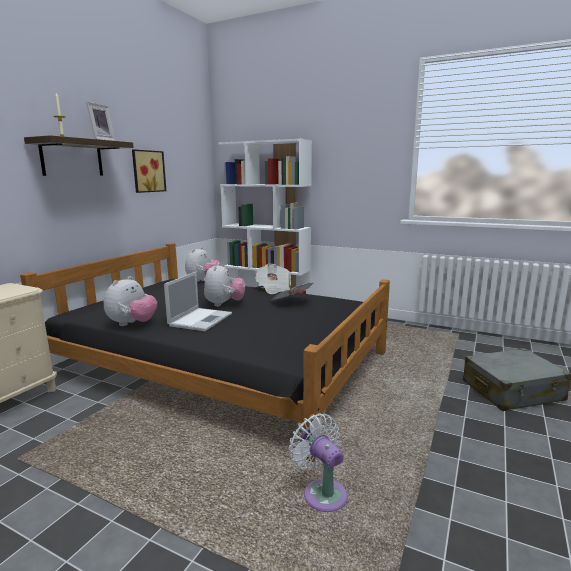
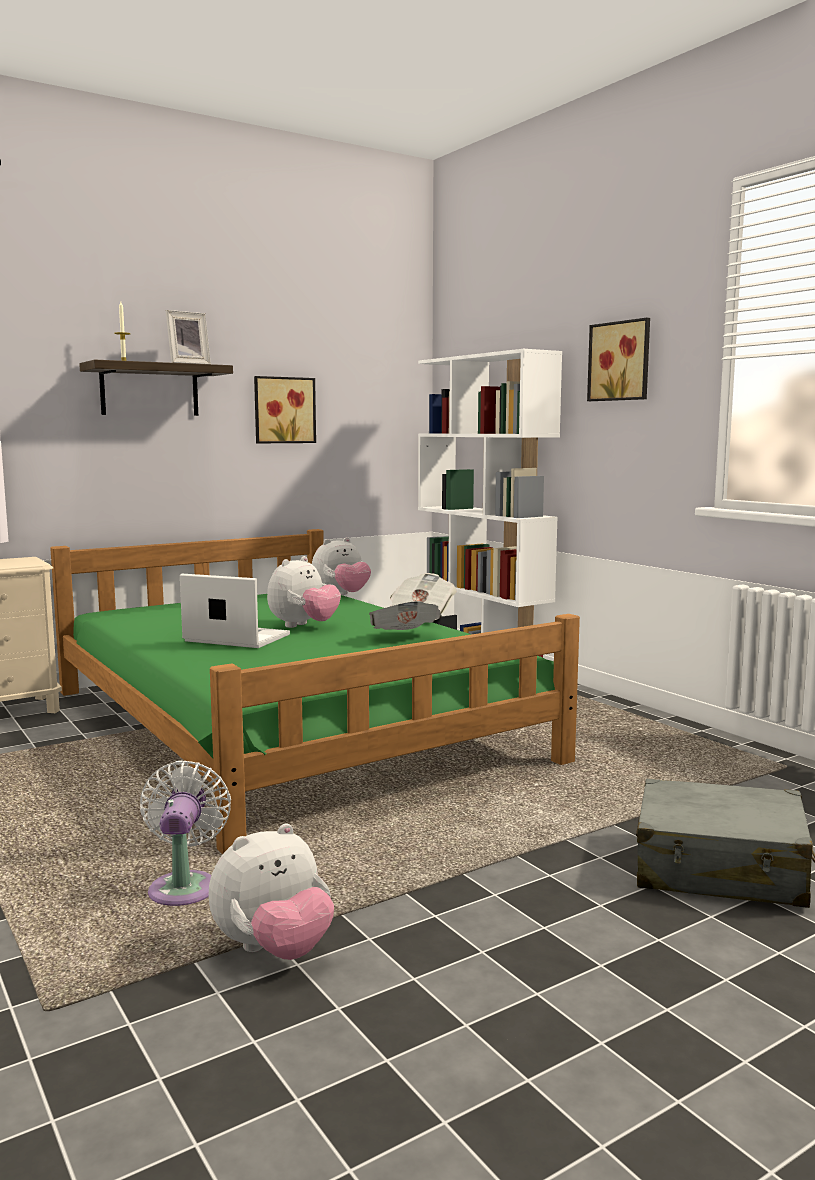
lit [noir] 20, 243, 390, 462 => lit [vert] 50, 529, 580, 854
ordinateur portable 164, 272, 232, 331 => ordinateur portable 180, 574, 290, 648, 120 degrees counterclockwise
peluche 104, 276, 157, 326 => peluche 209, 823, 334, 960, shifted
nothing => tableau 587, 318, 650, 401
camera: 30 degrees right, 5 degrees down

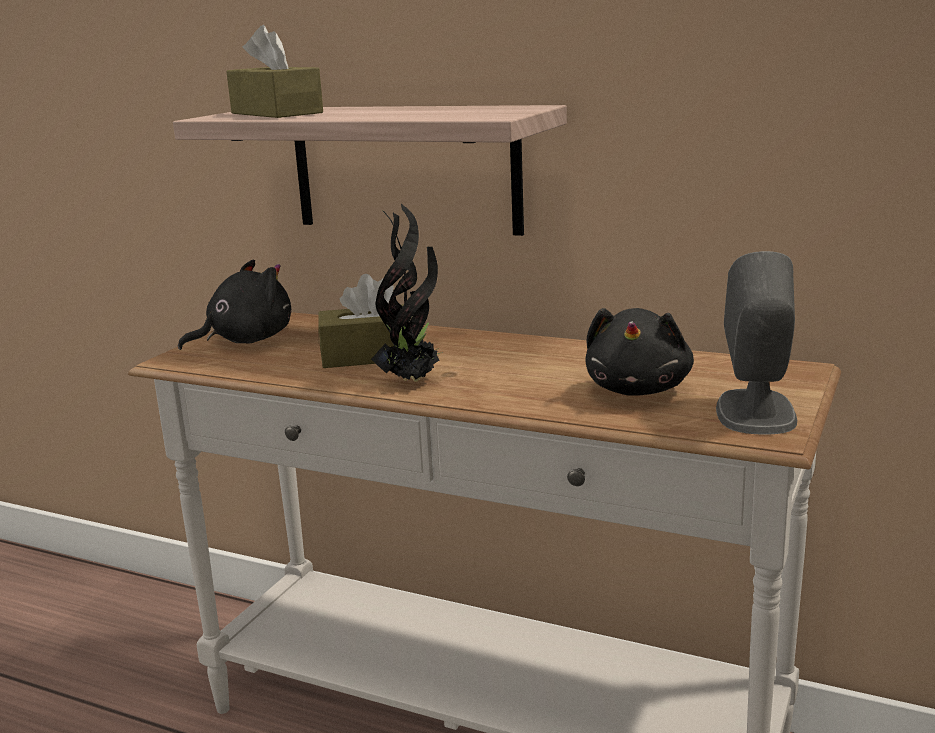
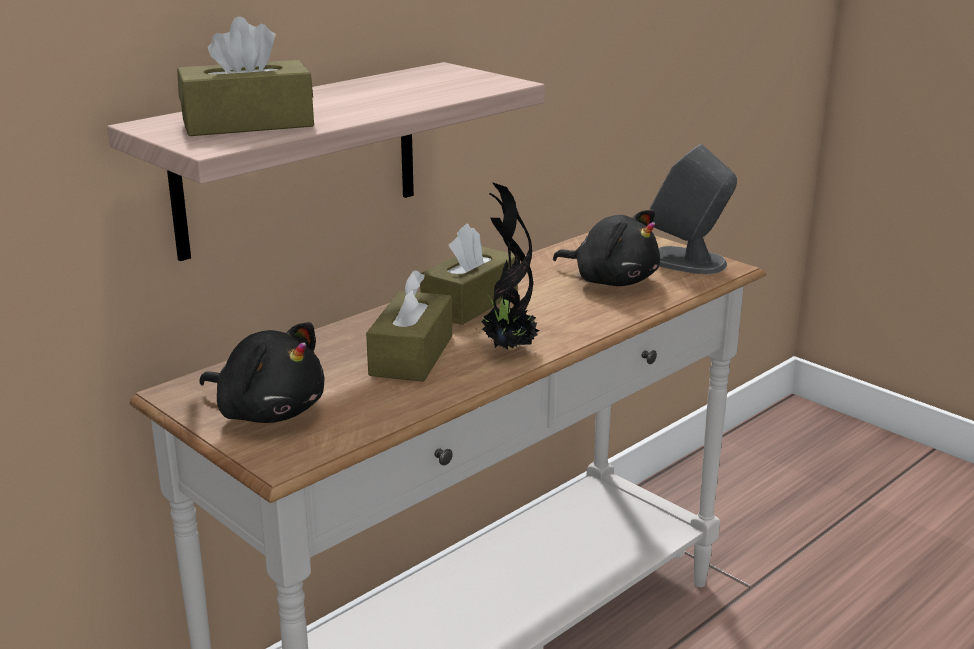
peluche [noir] 178, 259, 291, 350 => peluche [noir] 199, 322, 325, 423, 135 degrees clockwise
nothing => boîte à mouchoirs [marron] 420, 223, 517, 325
camera: 70 degrees left, 5 degrees up

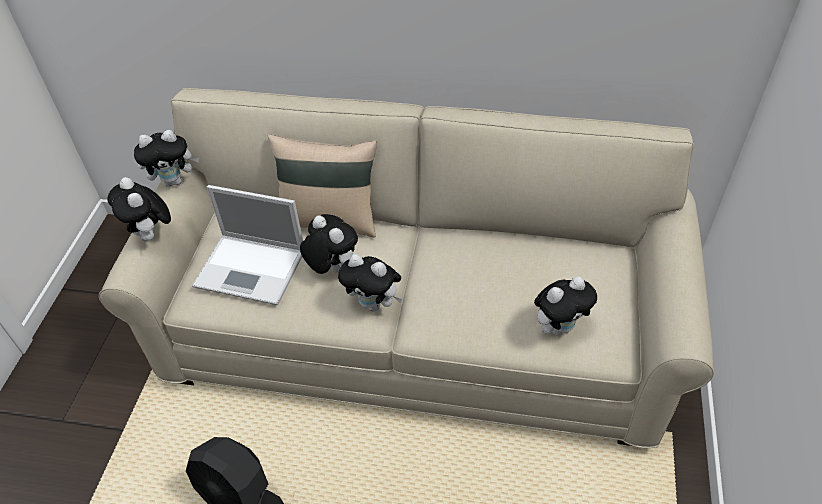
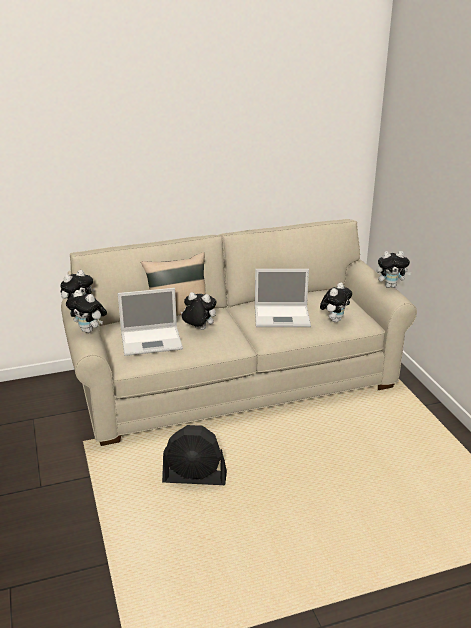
peluche 338, 254, 402, 311 => peluche 376, 251, 411, 288, shifted
nothing => ordinateur portable 255, 269, 311, 327
camera: 30 degrees left, 20 degrees down

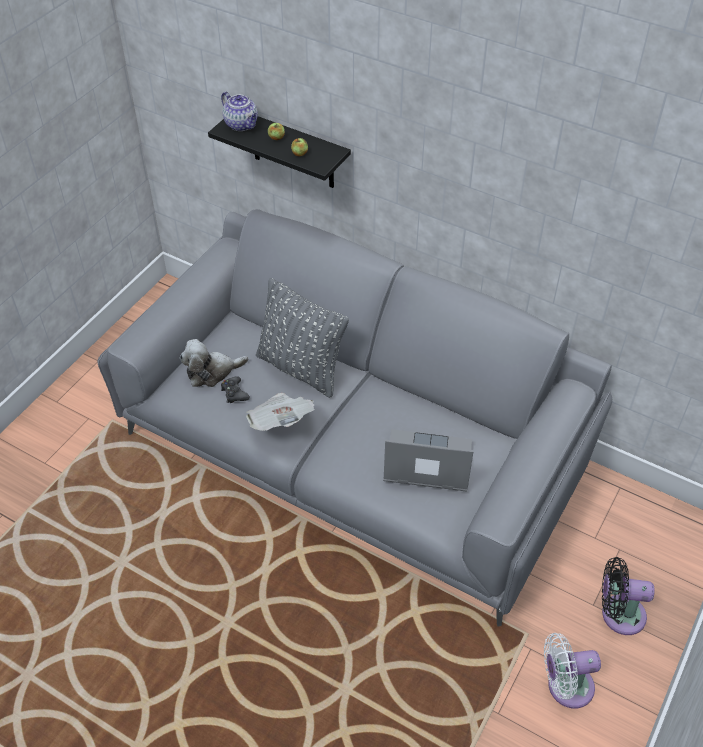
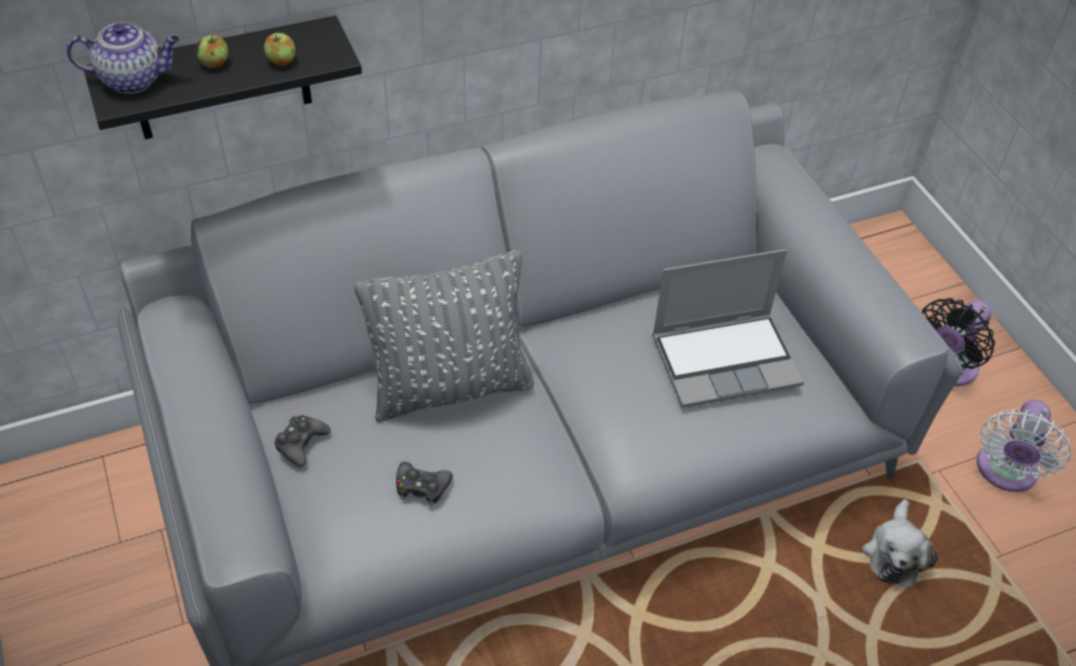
peluche 180, 339, 248, 387 => peluche 862, 499, 938, 588, shifted
journal 246, 393, 314, 431 => nothing
ordinateur portable 383, 429, 474, 492 => ordinateur portable 652, 249, 804, 408, 150 degrees counterclockwise
nothing => manette [noir] 275, 415, 331, 467
camera: 55 degrees left, 0 degrees up

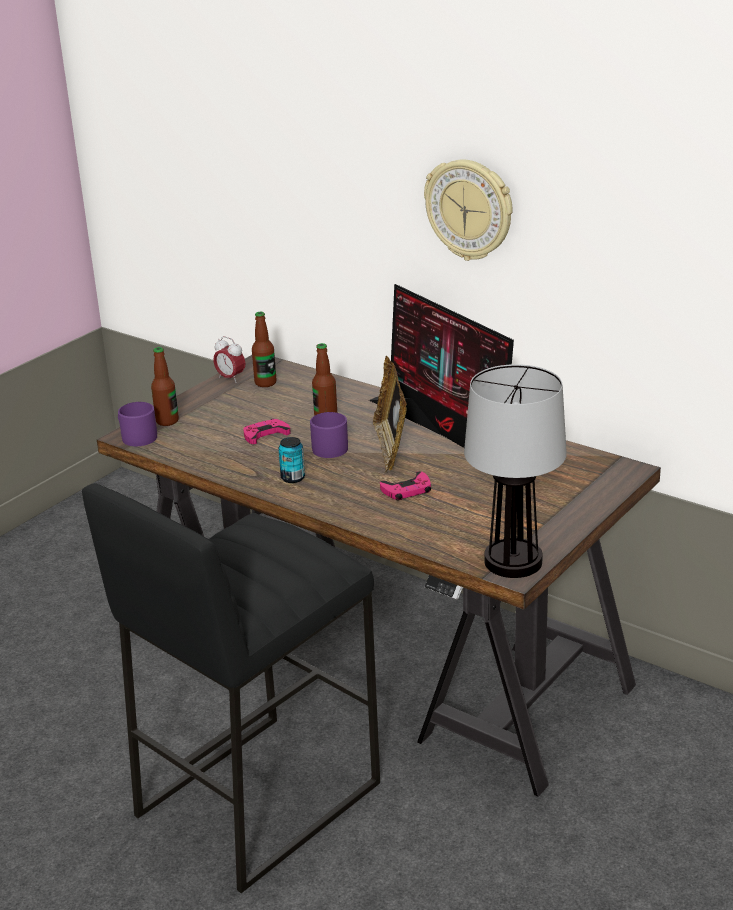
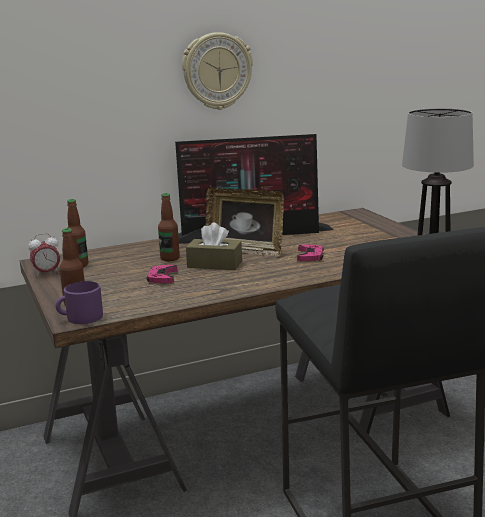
mug [violet] 310, 412, 348, 458 => boîte à mouchoirs [marron] 186, 223, 242, 270
boîte métallique 278, 437, 305, 483 => nothing
camera: 60 degrees left, 10 degrees down

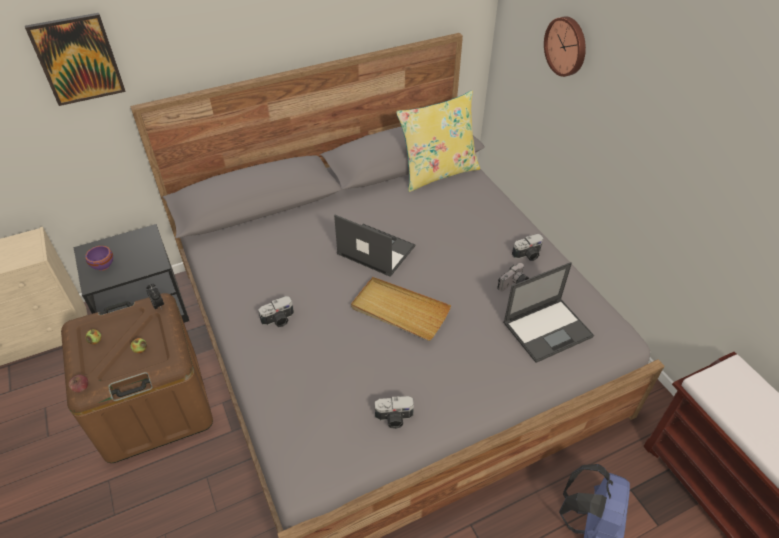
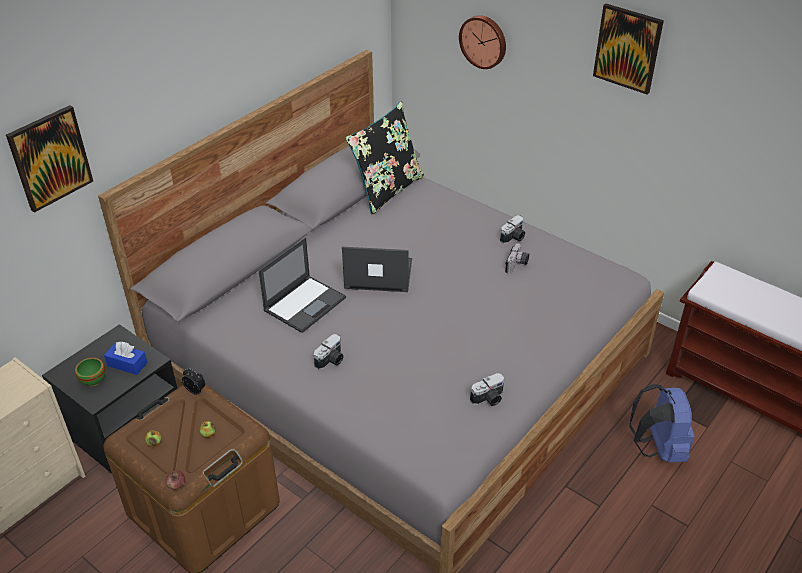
coussin [jaune] 396, 91, 480, 192 => coussin [noir] 345, 102, 424, 215
bol [violet] 85, 246, 113, 271 => bol [vert] 75, 358, 106, 386
ordinateur portable 503, 262, 594, 363 => ordinateur portable 259, 237, 346, 333, shifted
plateau [beige] 351, 277, 451, 341 => nothing
nothing => tableau 593, 4, 664, 94
nothing => boîte à mouchoirs [bleu] 104, 342, 148, 375
camera: 25 degrees left, 5 degrees down

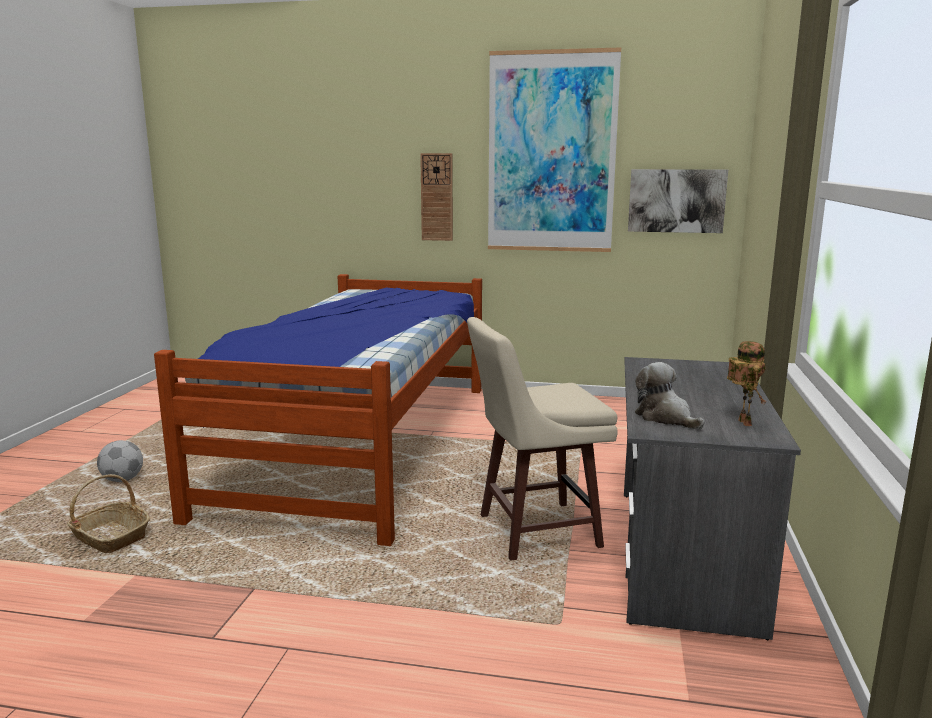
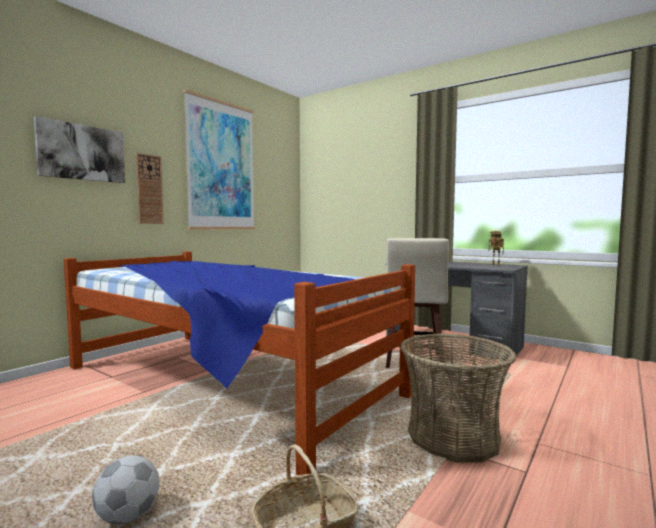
tableau 628, 169, 728, 233 => tableau 34, 116, 125, 183, shifted
peluche 635, 362, 705, 429 => nothing
nothing => panier 400, 333, 517, 463
camera: 65 degrees left, 10 degrees down

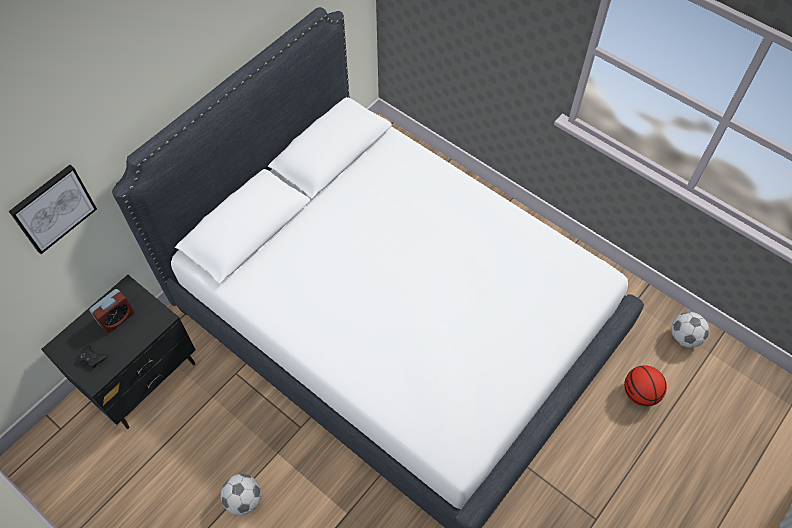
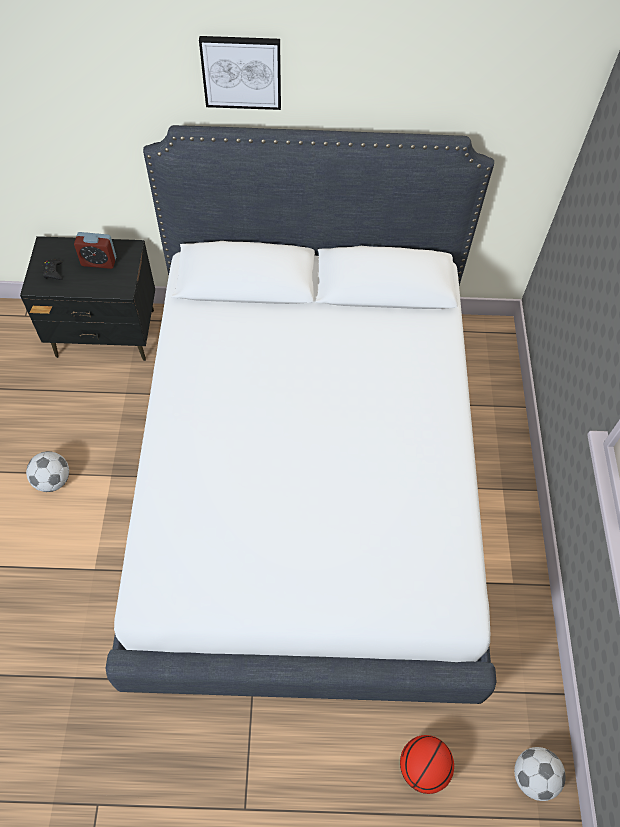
tableau 9, 165, 97, 254 => tableau 199, 36, 281, 110, shifted
camera: 50 degrees right, 0 degrees up

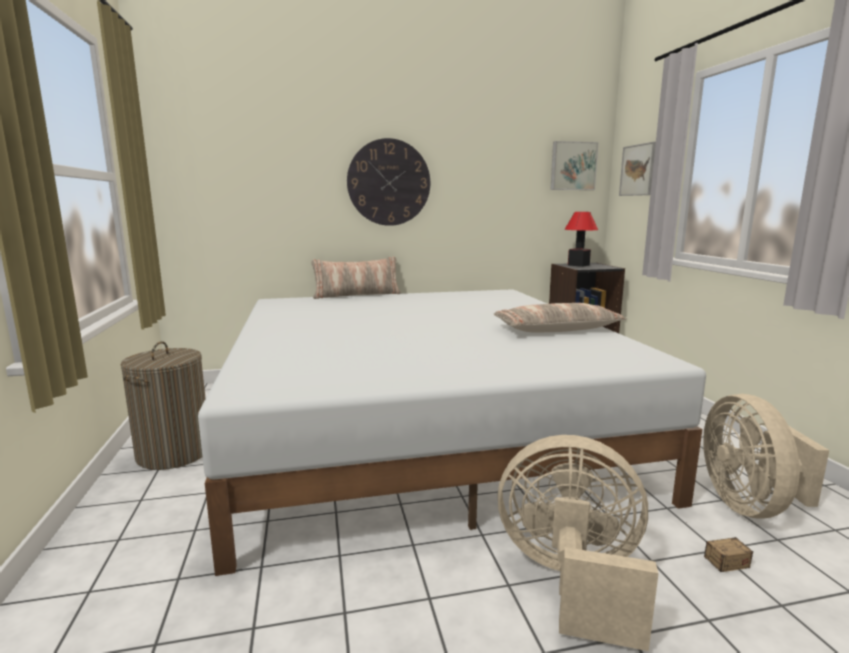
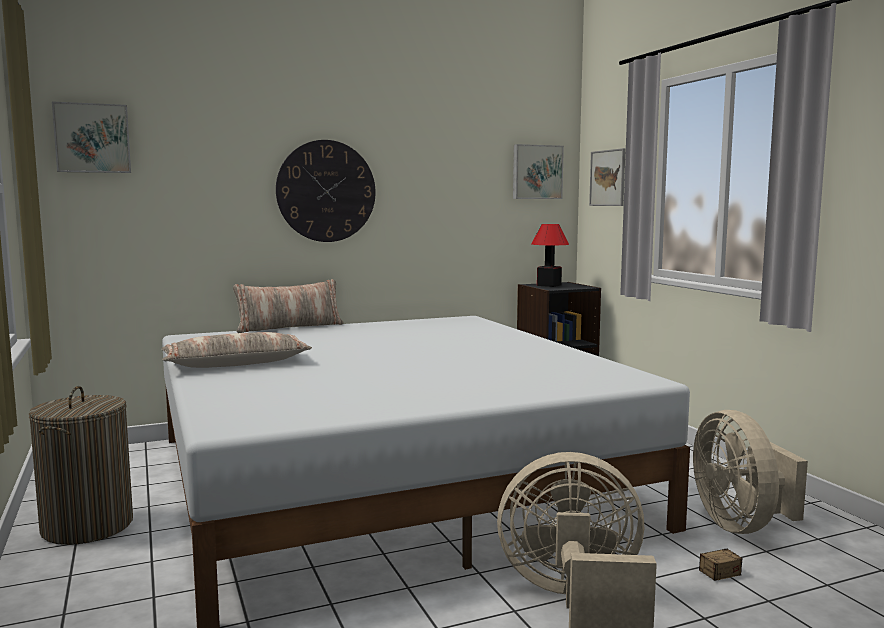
coussin 493, 303, 627, 333 => coussin 162, 332, 312, 368, shifted
nothing => tableau 52, 101, 131, 173
camera: 10 degrees left, 5 degrees down

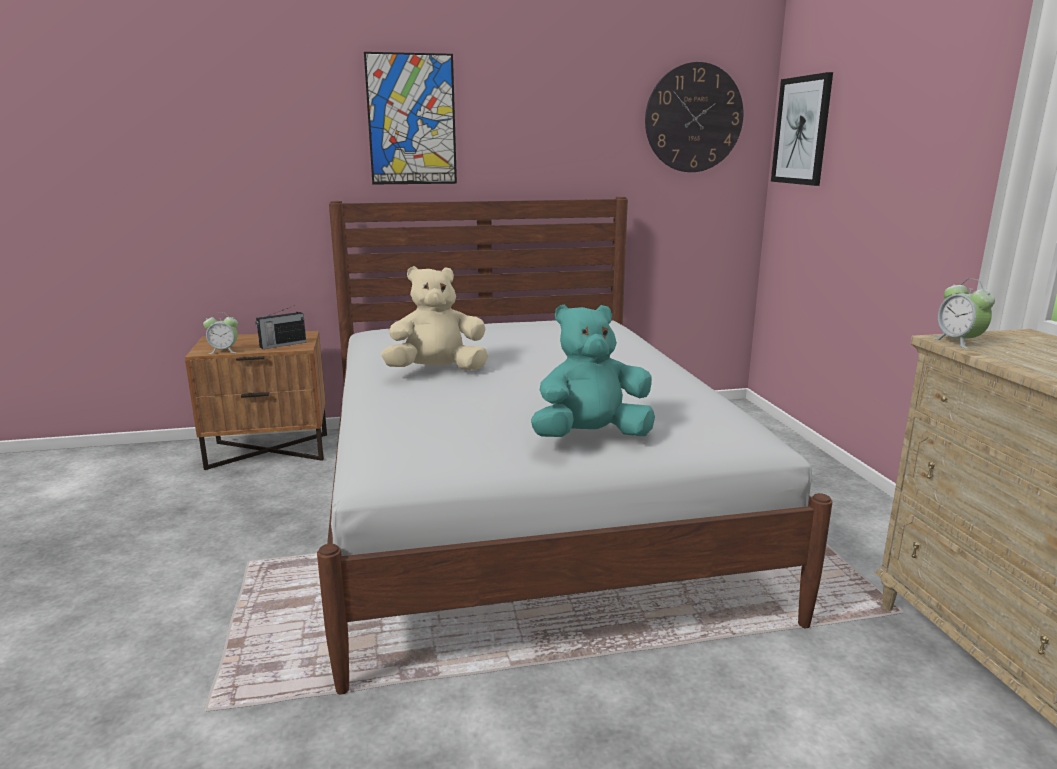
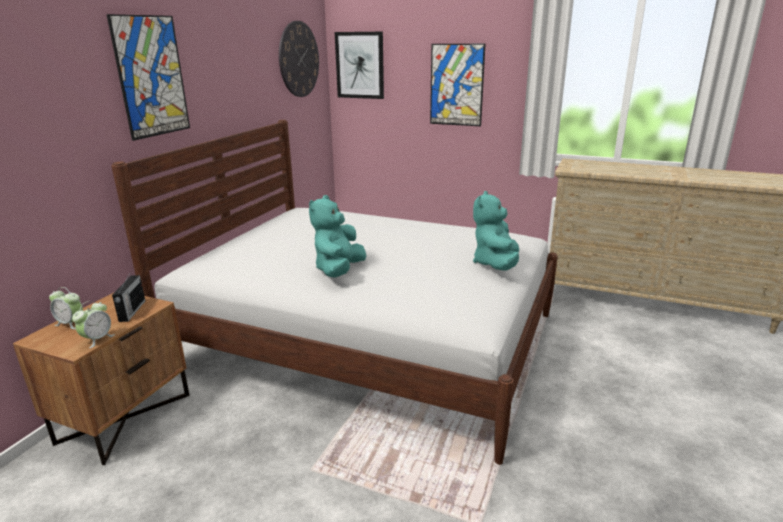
peluche [beige] 381, 266, 488, 370 => peluche [turquoise] 309, 195, 366, 277
réveil 933, 279, 995, 349 => réveil 49, 287, 83, 329, shifted
nothing => tableau 430, 44, 485, 126
camera: 55 degrees left, 5 degrees up

